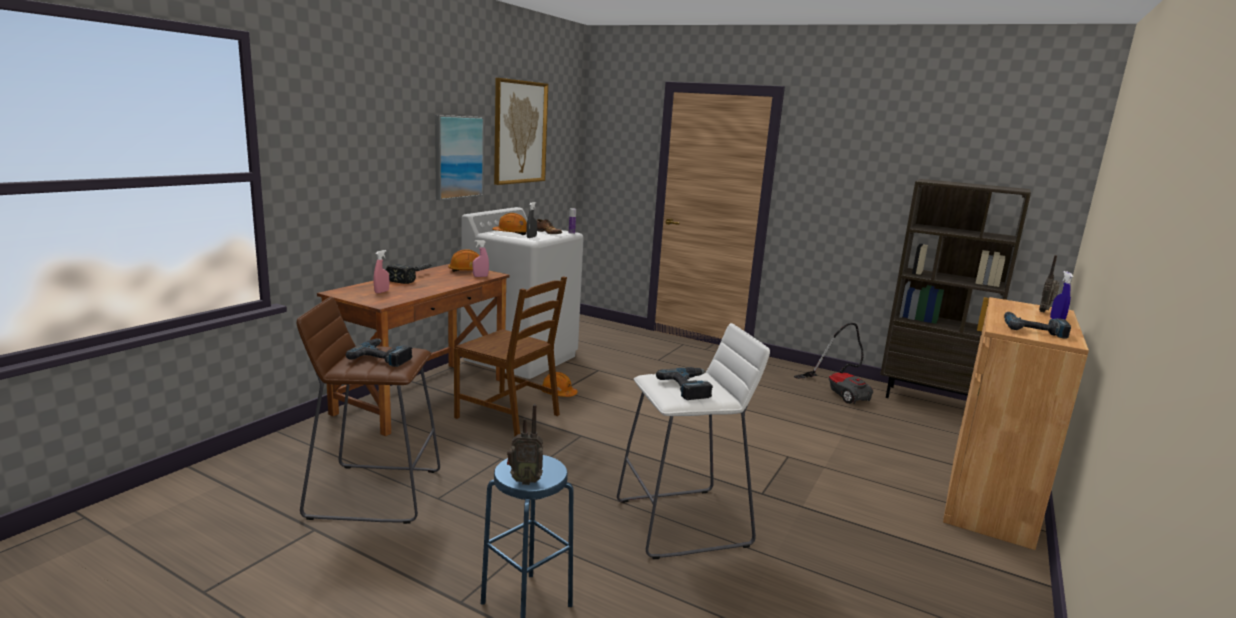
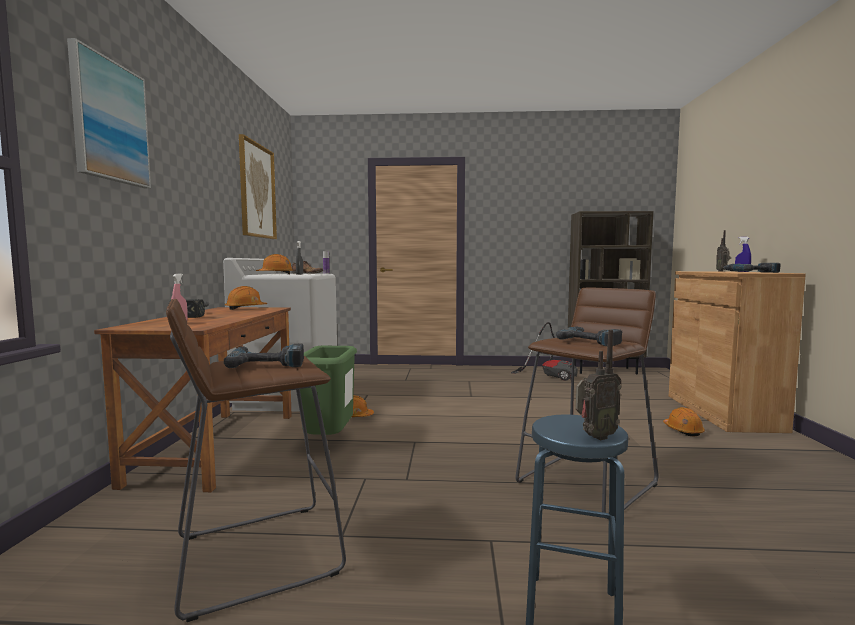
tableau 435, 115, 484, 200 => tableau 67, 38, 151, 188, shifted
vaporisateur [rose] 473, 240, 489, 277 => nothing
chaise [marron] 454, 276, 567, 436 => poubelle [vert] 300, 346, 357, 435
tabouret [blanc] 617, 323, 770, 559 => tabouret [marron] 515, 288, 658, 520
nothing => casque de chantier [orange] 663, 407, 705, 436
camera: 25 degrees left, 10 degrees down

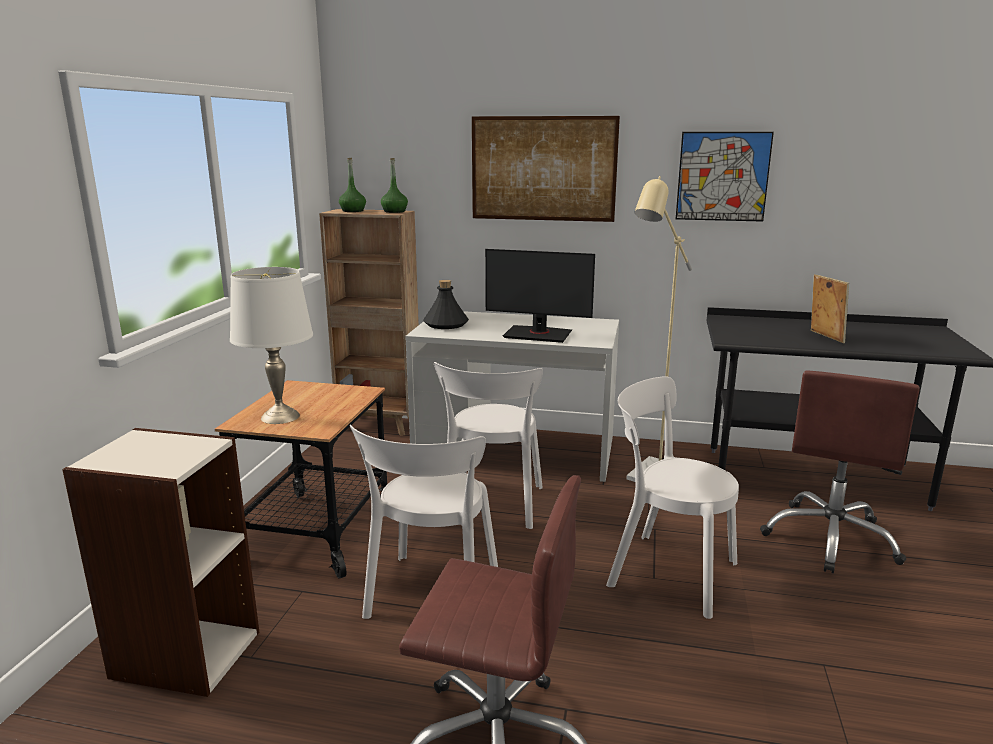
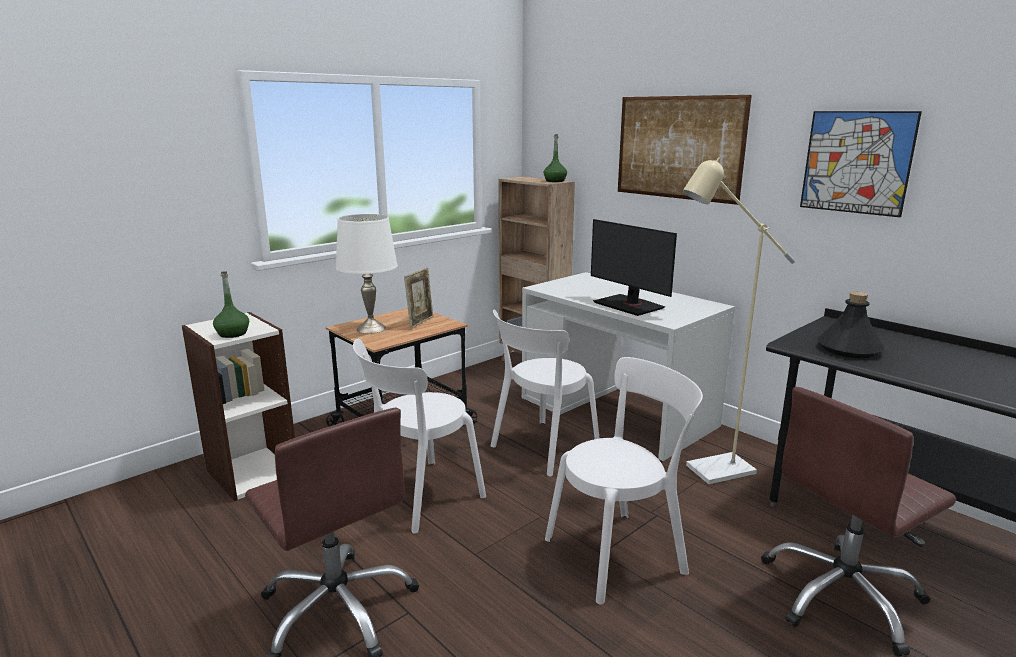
bouteille [vert] 339, 158, 366, 212 => bouteille [vert] 213, 271, 249, 338, shifted
cadre photo 811, 274, 849, 343 => cadre photo 404, 268, 433, 329, shifted
bouteille [noir] 423, 280, 469, 329 => bouteille [noir] 817, 291, 884, 358, shifted
chaise [blanc] 606, 377, 739, 619 => chaise [blanc] 545, 357, 703, 605, 90 degrees clockwise
camera: 35 degrees right, 0 degrees up

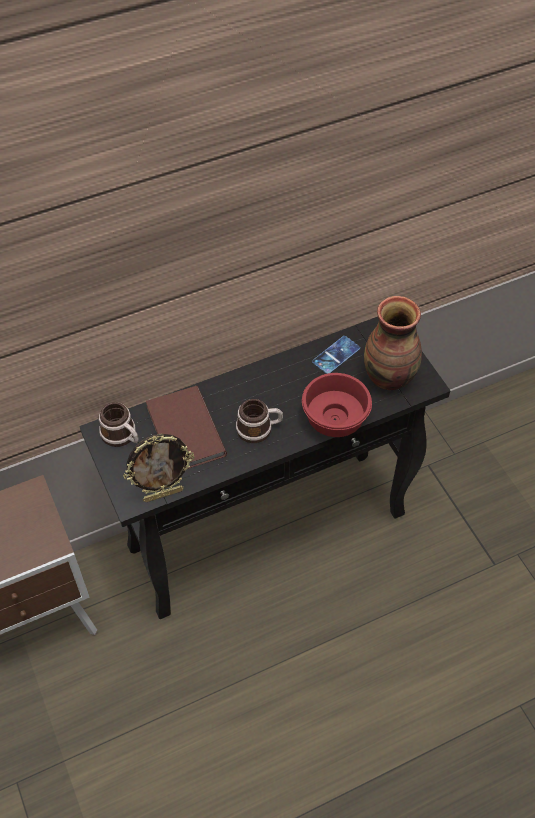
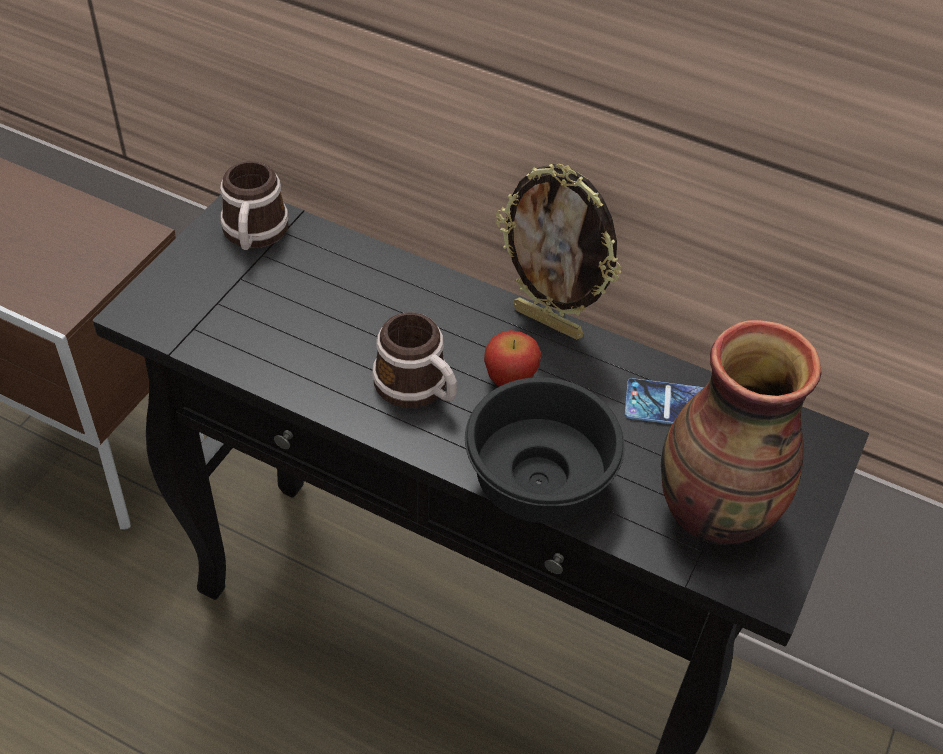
bol [rouge] 302, 373, 372, 437 => bol [noir] 465, 377, 625, 523
livre [marron] 146, 386, 227, 469 => nothing
cadre photo 123, 433, 194, 502 => cadre photo 496, 164, 621, 340, shifted
nothing => pomme 484, 330, 541, 387
camera: 50 degrees right, 5 degrees down

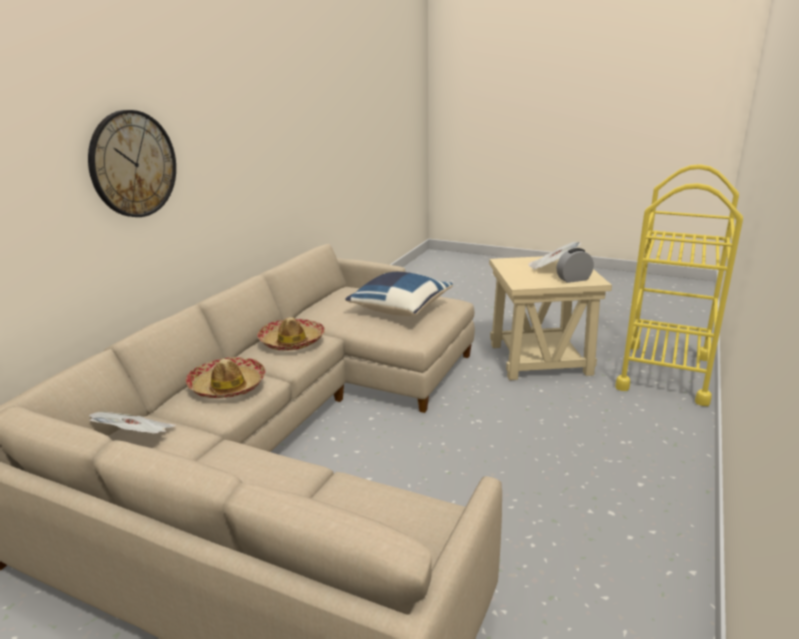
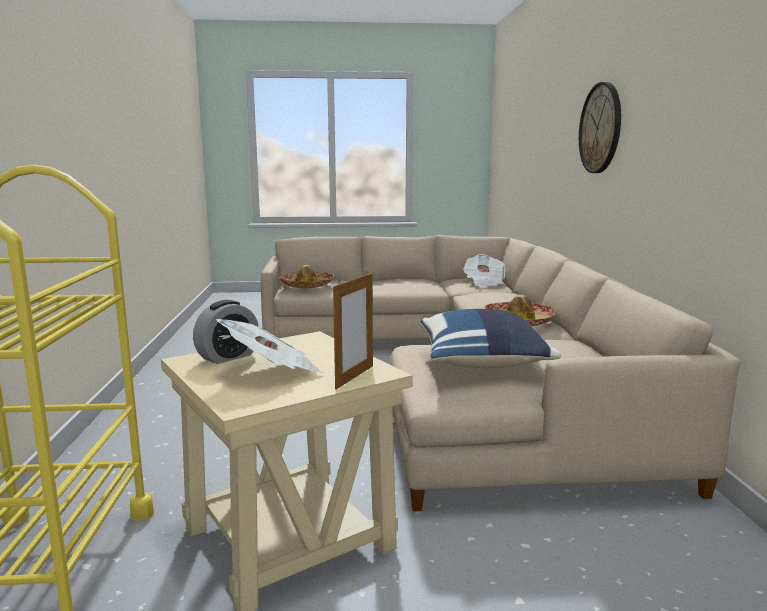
chapeau 185, 357, 266, 398 => chapeau 279, 265, 334, 288, shifted
nothing => cadre photo 333, 271, 373, 389
camera: 150 degrees right, 10 degrees down

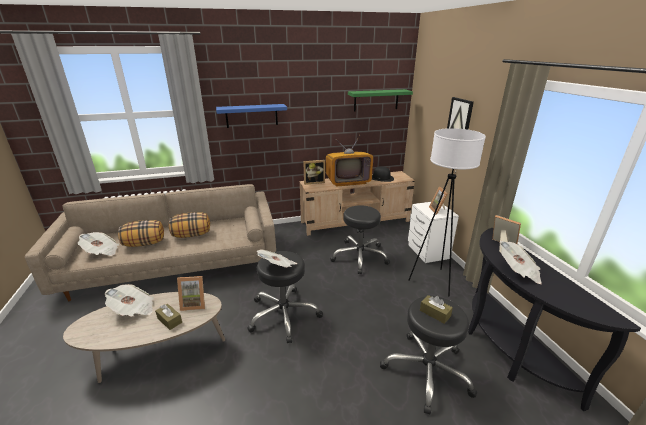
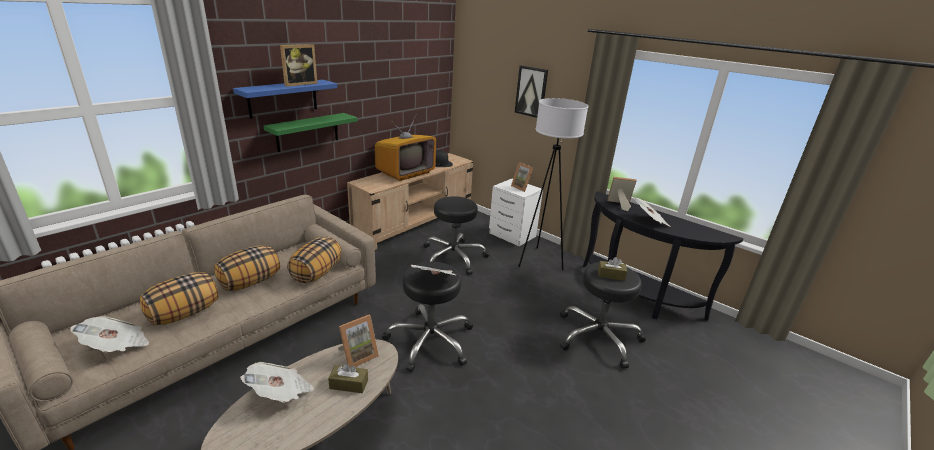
étagère [vert] 348, 89, 413, 111 => étagère [vert] 264, 113, 358, 152, shifted
cadre photo 303, 160, 325, 185 => cadre photo 280, 44, 318, 87, shifted
nothing => coussin 287, 237, 341, 283
camera: 35 degrees left, 0 degrees up

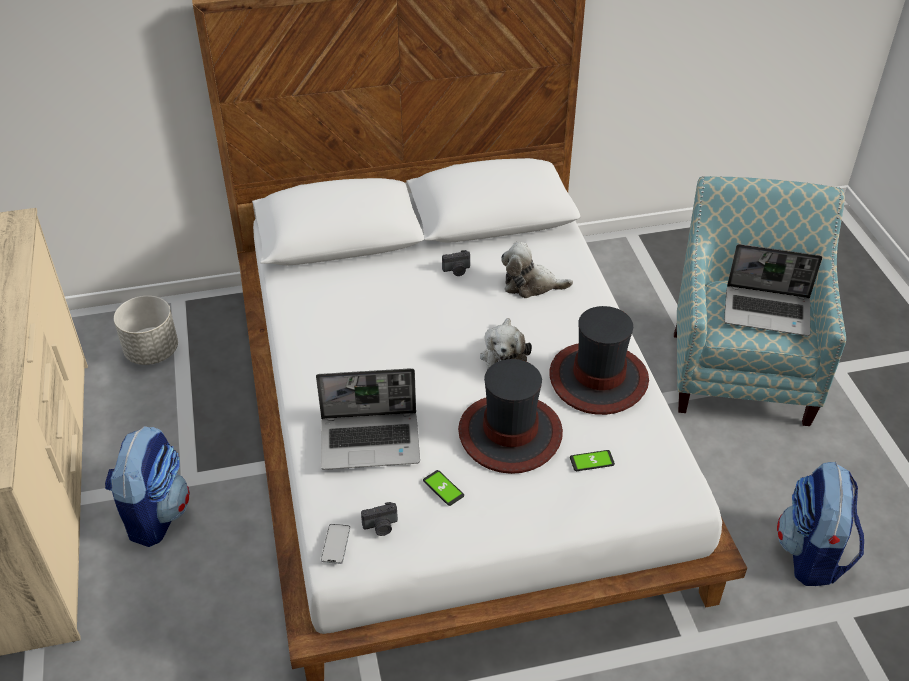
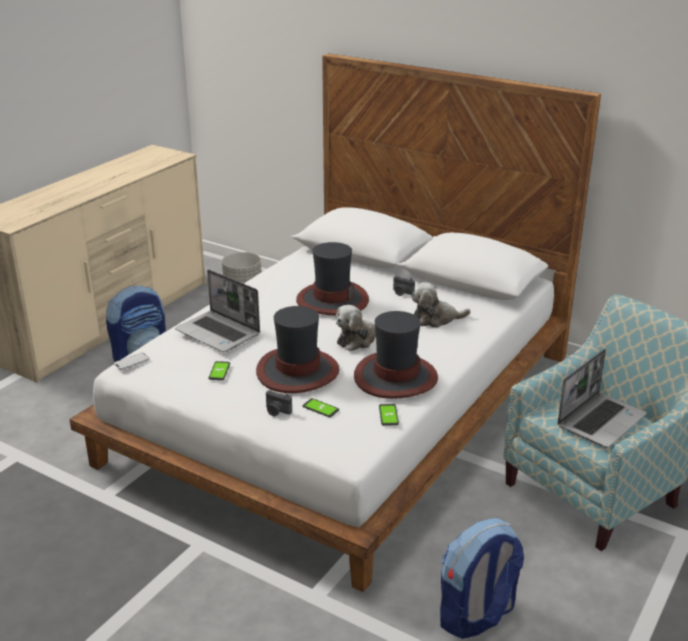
peluche 501, 242, 573, 298 => peluche 411, 282, 471, 328, 60 degrees counterclockwise
ordinateur portable 724, 244, 822, 336 => ordinateur portable 557, 349, 647, 448, 105 degrees counterclockwise
appareil photo 361, 502, 398, 536 => appareil photo 266, 390, 292, 417, shifted
nothing => chapeau 296, 242, 369, 315
nothing => téléphone 379, 404, 399, 426
camera: 45 degrees right, 15 degrees down

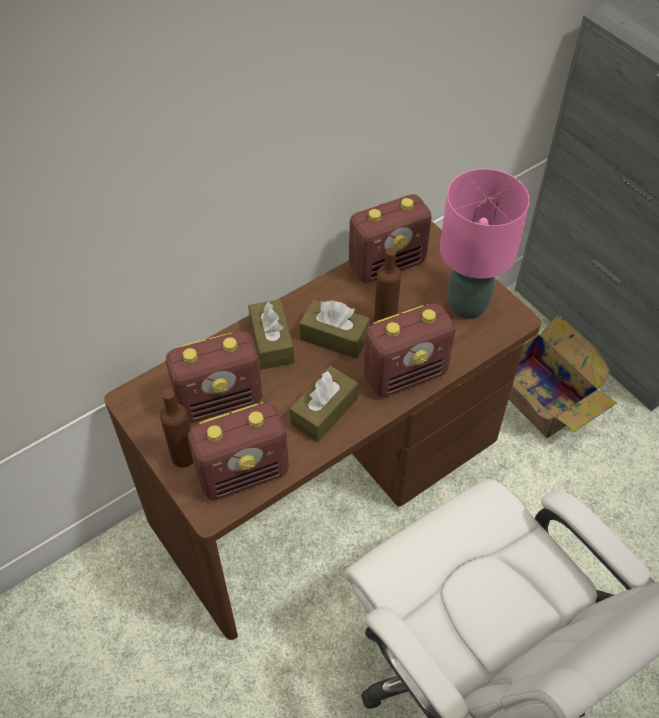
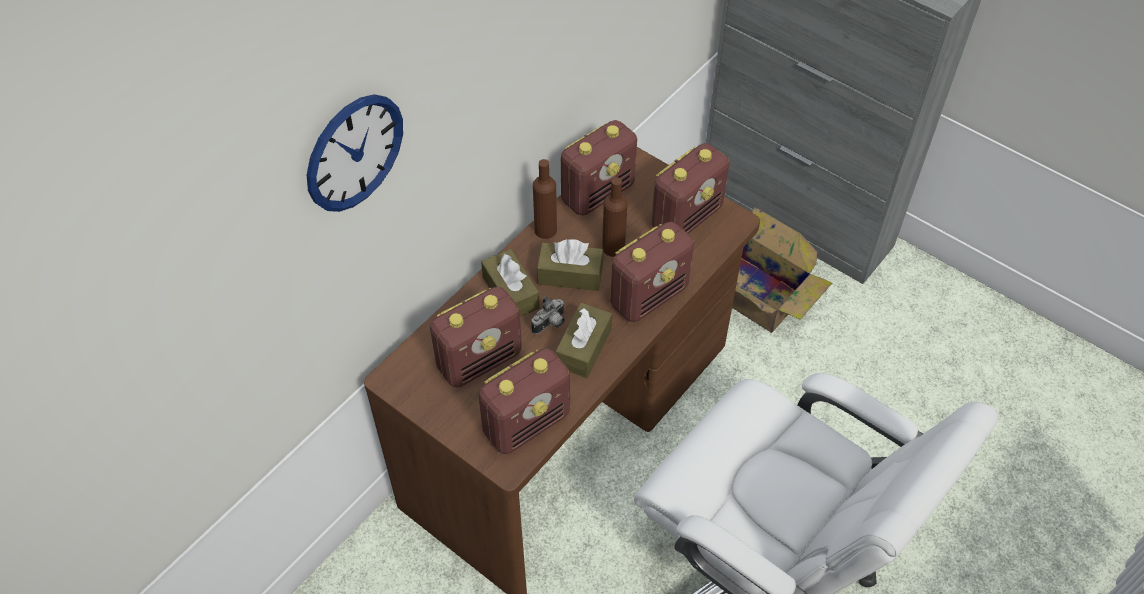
lampe de table [rose] 440, 169, 530, 319 => radio 651, 143, 729, 234
bouteille [marron] 160, 389, 193, 467 => bouteille [marron] 533, 159, 557, 239, shifted
nothing => horloge murale 307, 94, 403, 212
nothing => appareil photo 531, 296, 565, 334
camera: 15 degrees left, 0 degrees up

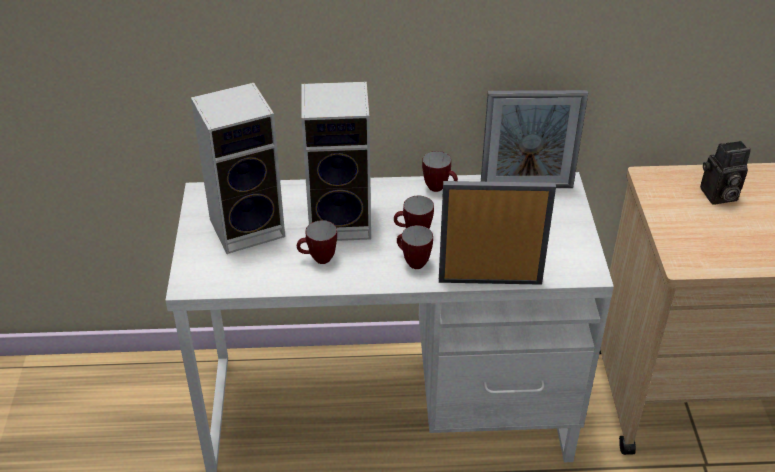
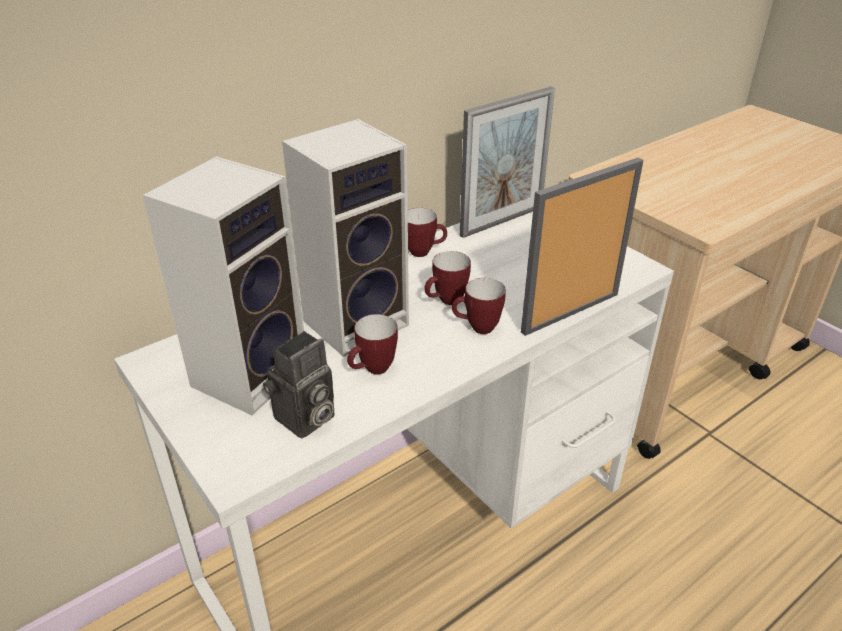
appareil photo 700, 141, 751, 204 => appareil photo 263, 331, 335, 439, shifted
camera: 35 degrees left, 5 degrees down

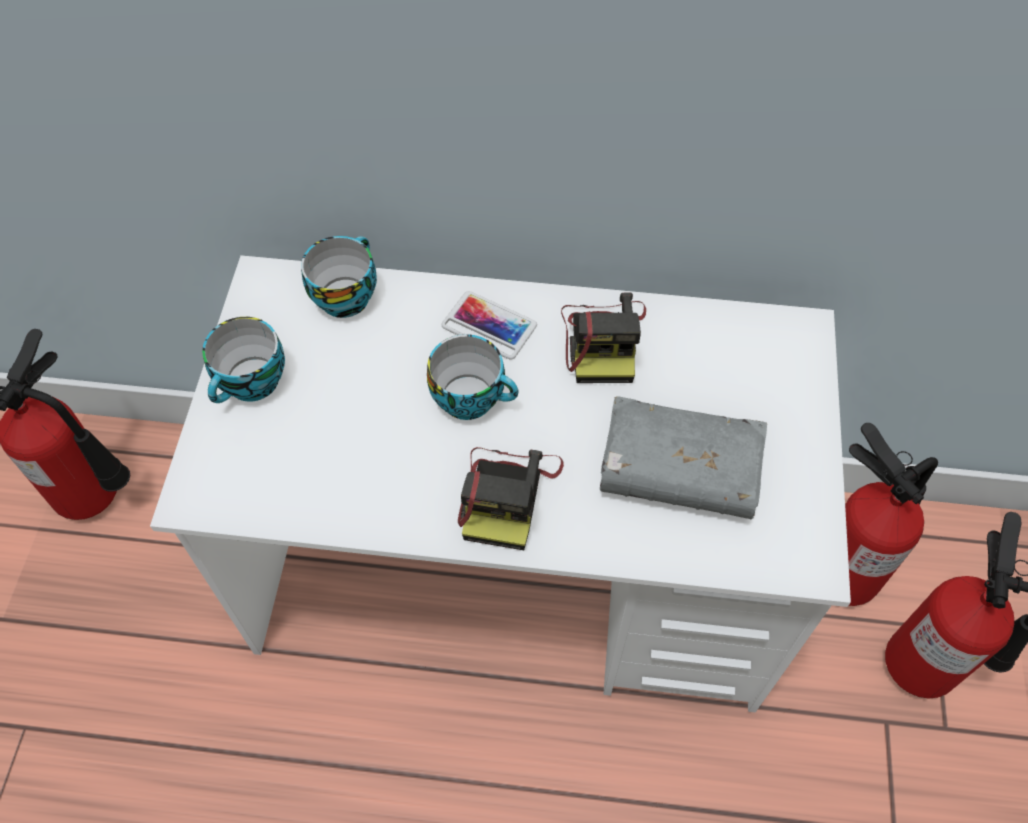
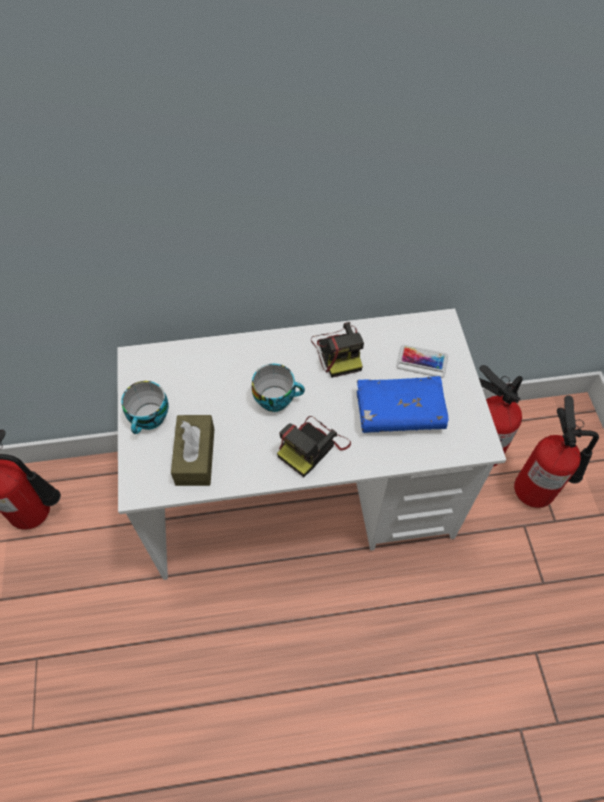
tasse 301, 236, 377, 318 => nothing
téléphone 442, 291, 537, 360 => téléphone 396, 345, 448, 378, shifted
livre [gris] 600, 396, 767, 520 => livre [bleu] 357, 376, 449, 433
appareil photo 458, 447, 564, 550 => appareil photo 277, 416, 351, 477, 45 degrees clockwise
nothing => boîte à mouchoirs [marron] 171, 415, 214, 486
camera: 15 degrees left, 0 degrees up

